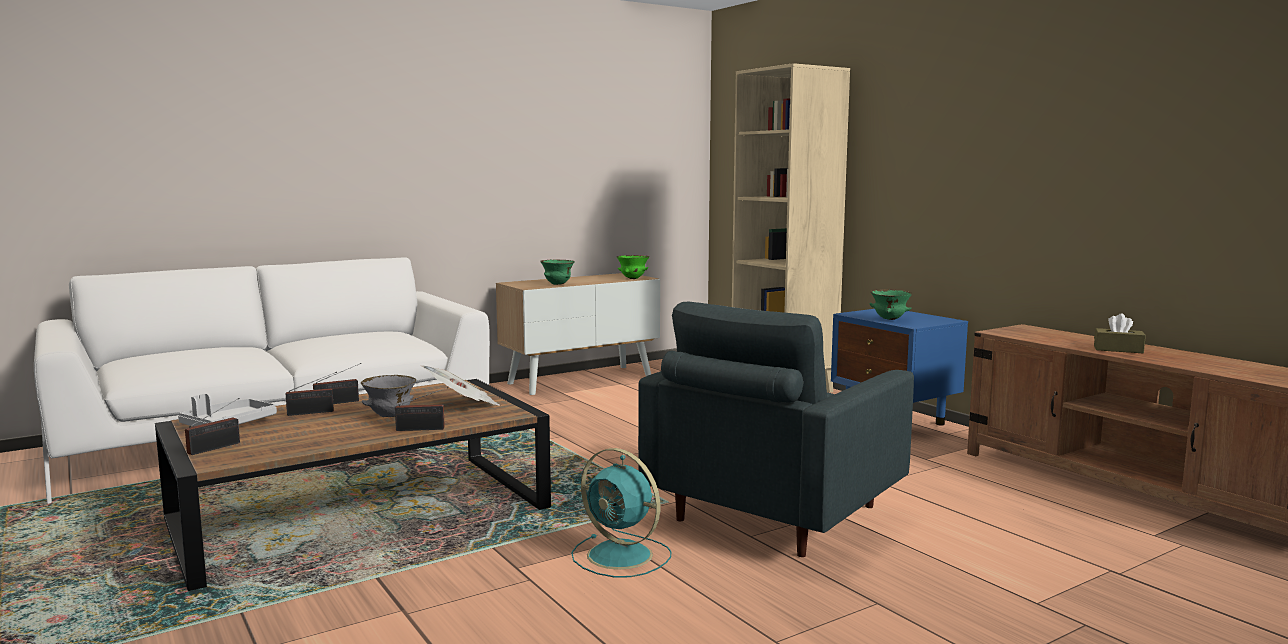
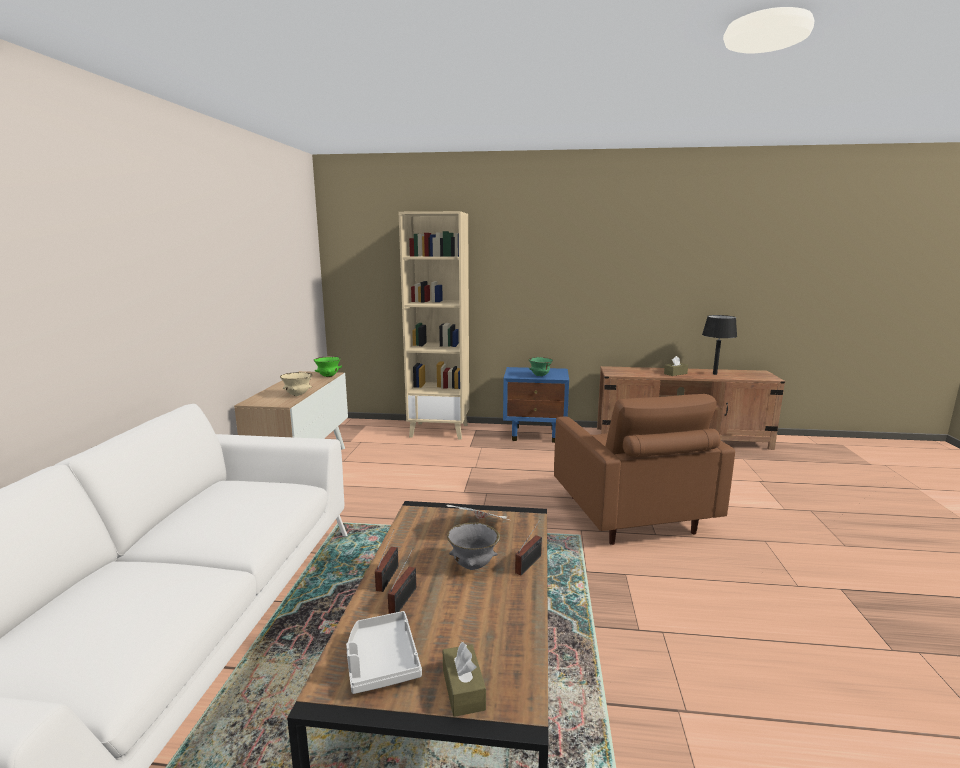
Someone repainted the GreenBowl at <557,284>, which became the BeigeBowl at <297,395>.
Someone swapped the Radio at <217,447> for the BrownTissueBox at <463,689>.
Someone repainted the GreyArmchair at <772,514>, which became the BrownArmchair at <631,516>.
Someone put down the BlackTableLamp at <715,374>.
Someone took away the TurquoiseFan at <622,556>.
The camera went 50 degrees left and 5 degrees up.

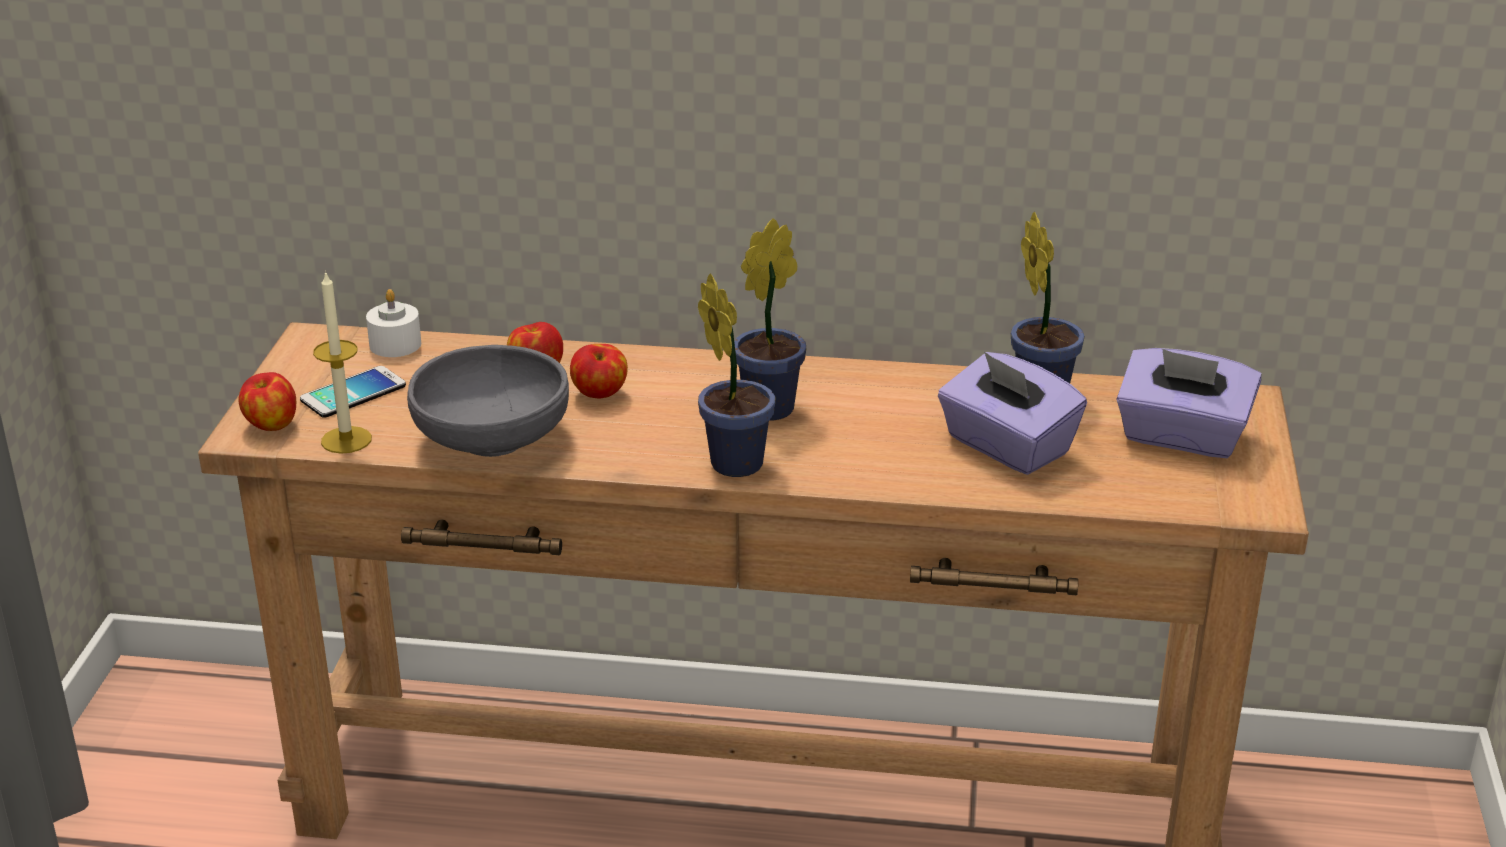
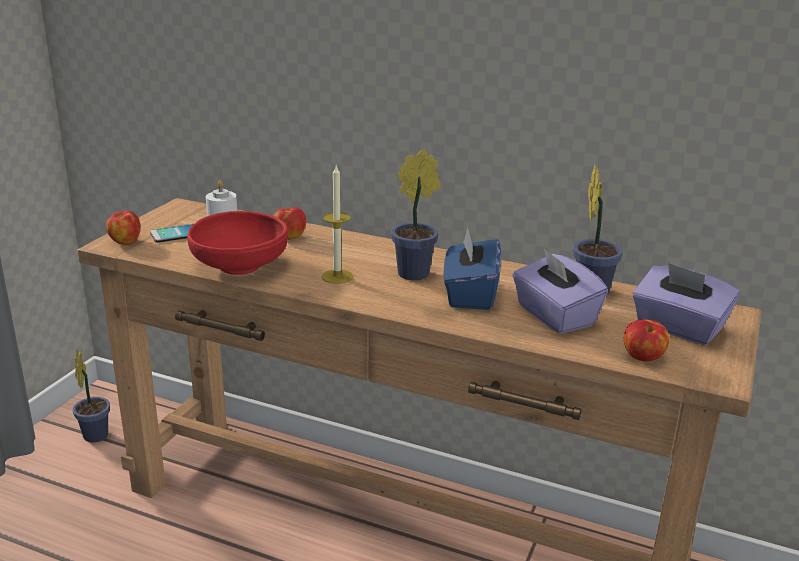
Someone carried the PottedPlant from <733,460> to <96,433>.
Someone repainted the GreyBowl at <492,438>, which became the RedBowl at <240,265>.
Someone carried the Candle from <346,440> to <337,276>.
Someone put down the BlueTissueBox at <470,294>.
Someone carried the Apple from <600,394> to <643,358>.
The camera went 15 degrees right and 5 degrees down.

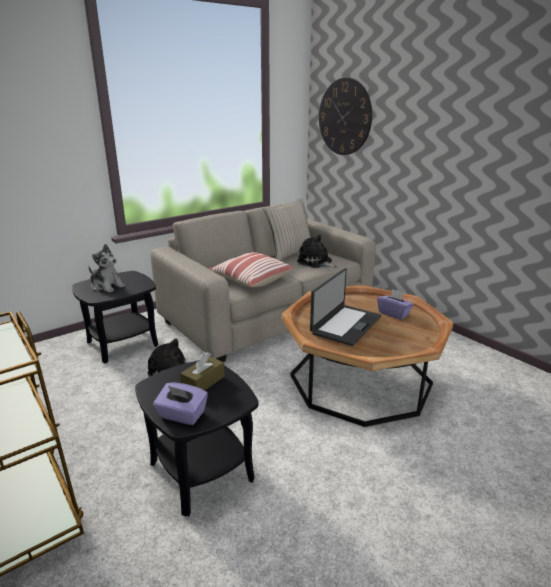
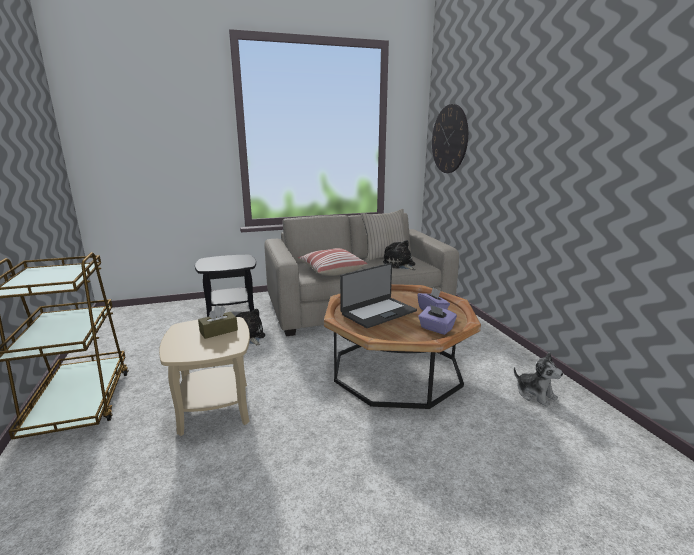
Someone repainted the BlackSideTable at <201,471>, which became the BeigeSideTable at <214,408>.
Someone carried the PurpleTissueBox from <182,415> to <436,329>.
Someone carried the PlushToy from <106,286> to <535,394>.
The camera went 20 degrees right and 5 degrees down.

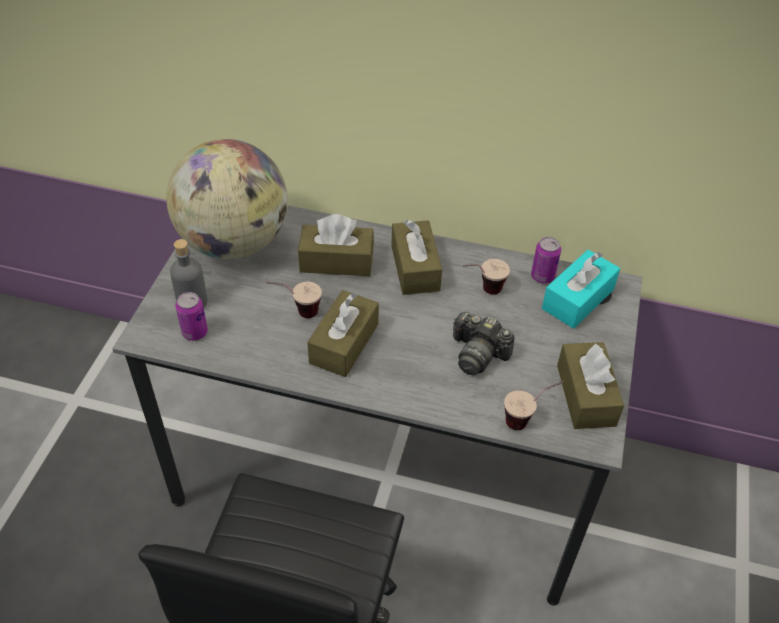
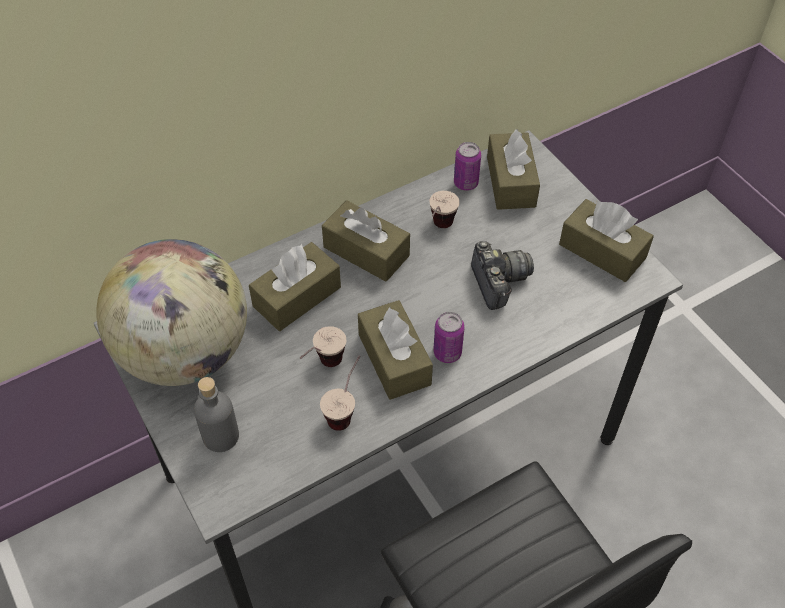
Someone carried the Cup from <528,419> to <346,410>.
Someone carried the Can from <195,332> to <447,353>.
Someone rotated the PhotoCamera at <478,354> by 90 degrees counterclockwise.
Someone repainted the TurquoiseTissueBox at <578,299>, which became the BrownTissueBox at <511,182>.
The camera went 45 degrees left and 5 degrees up.

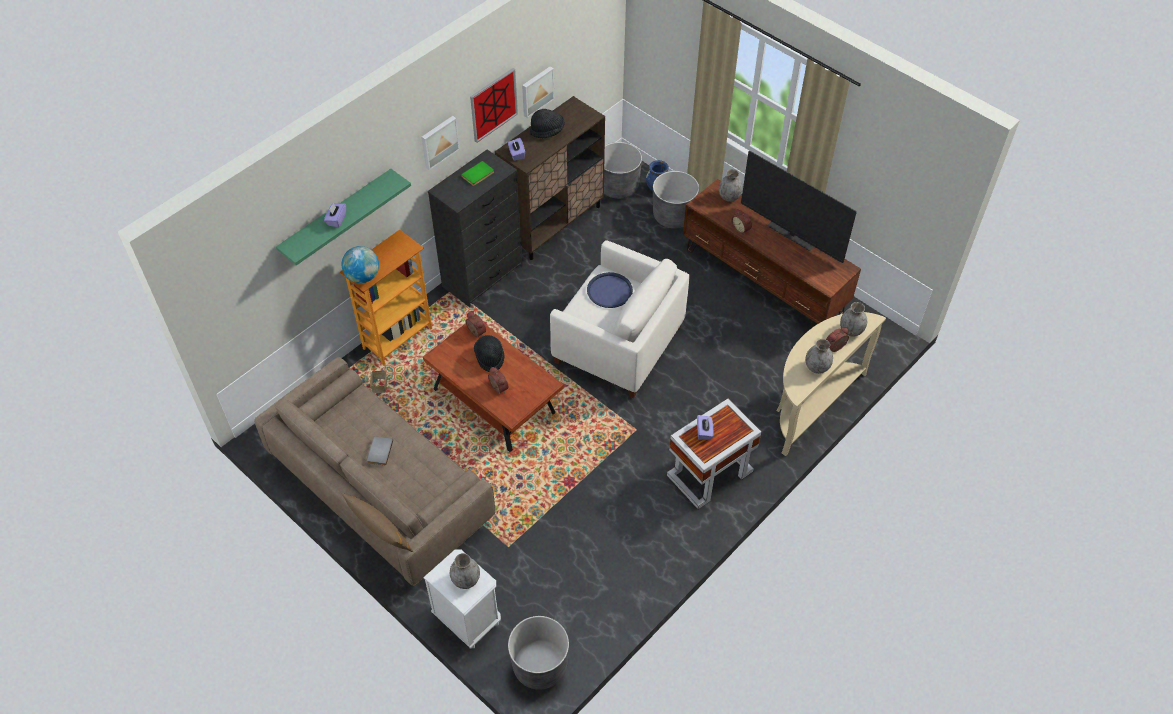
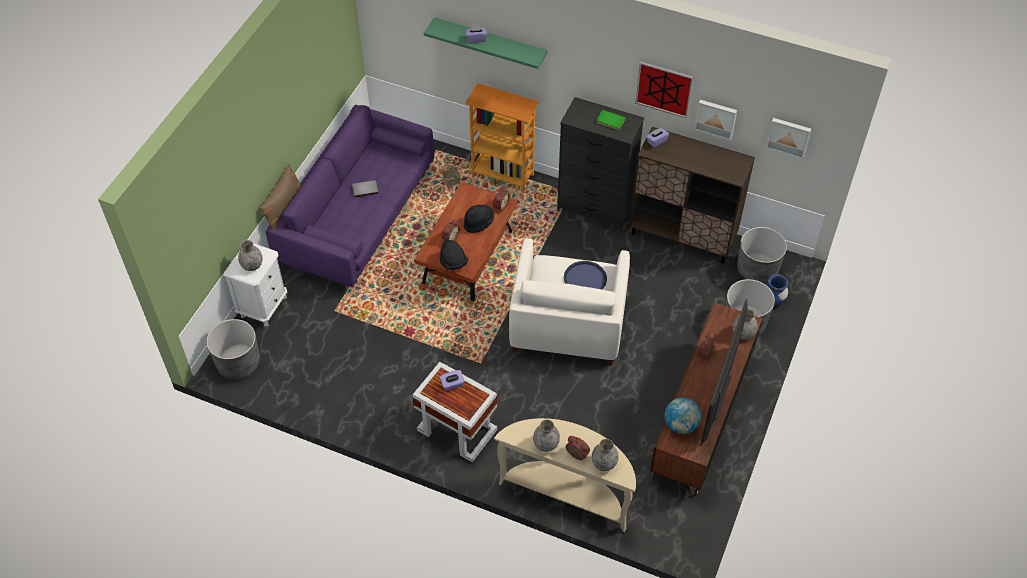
Someone repainted the BeigeSofa at <381,489>, which became the PurpleSofa at <357,216>.
Someone carried the BlackHat from <547,131> to <453,262>.
Someone carried the Globe from <363,276> to <680,425>.
Someone carried the Picture from <439,141> to <788,136>.
The camera went 70 degrees right and 0 degrees up.

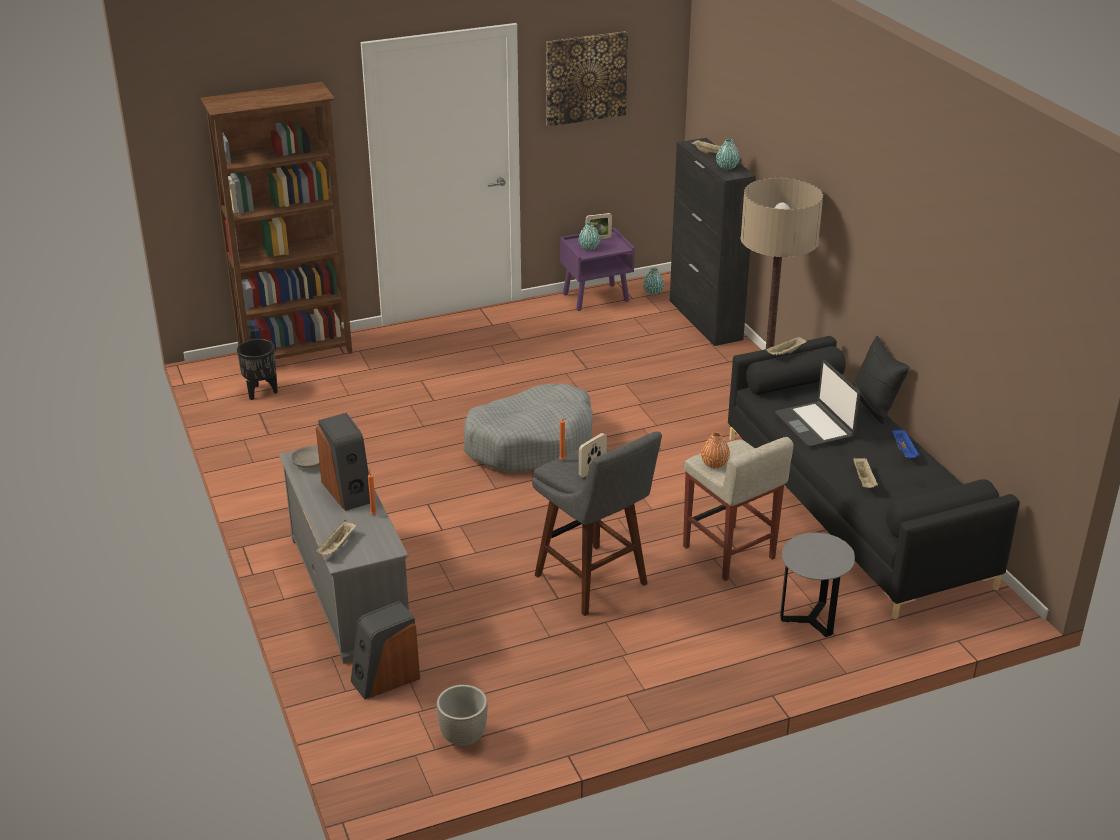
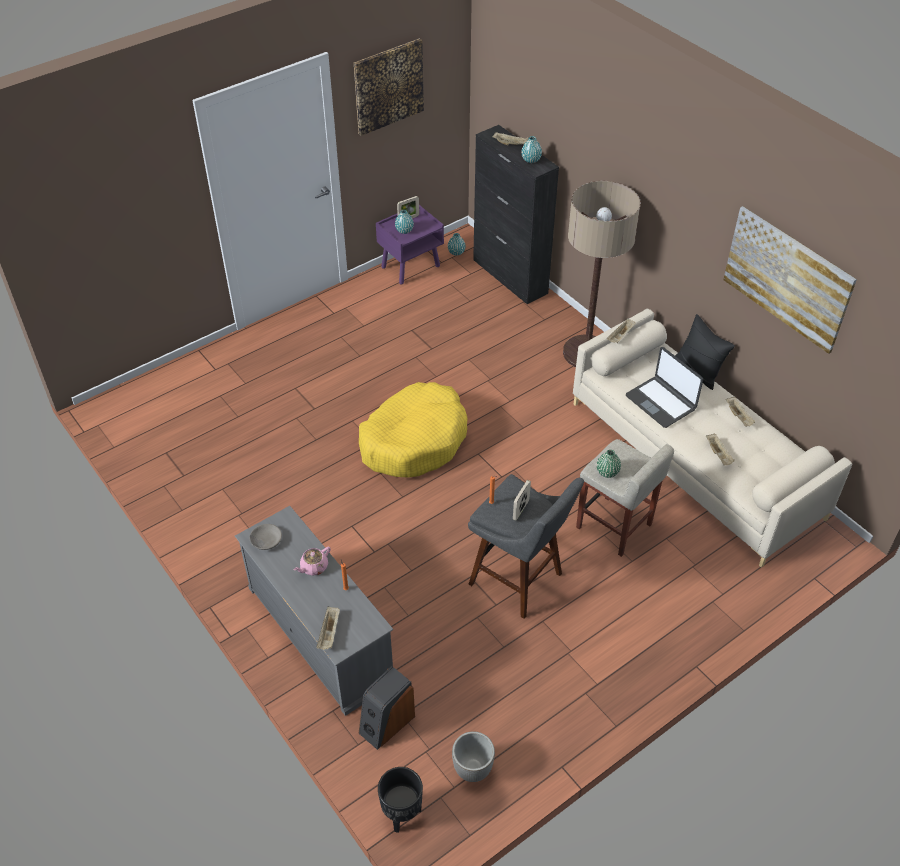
Someone swapped the Speaker at <348,491> for the PinkTeapot at <313,567>.
Someone repainted the GreyDogBed at <531,442>, which became the YellowDogBed at <414,440>.
Someone carried the BlackPlanter from <261,392> to <401,814>.
Someone repainted the BlackSofa at <855,509>, which became the BeigeSofa at <695,459>.
Someone repainted the OrangeVase at <714,464>, which became the GreenVase at <607,472>.
Someone put up the Picture at <787,278>.
Someone repainted the BlueTray at <904,451>, which became the BeigeTray at <739,416>.
Someone took away the BrownBookcase at <297,353>.
Someone took away the GreySideTable at <810,620>.
The camera went 15 degrees left and 15 degrees up.

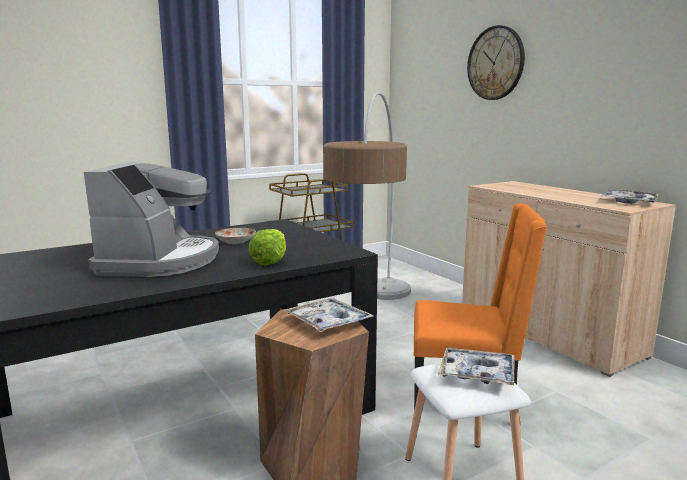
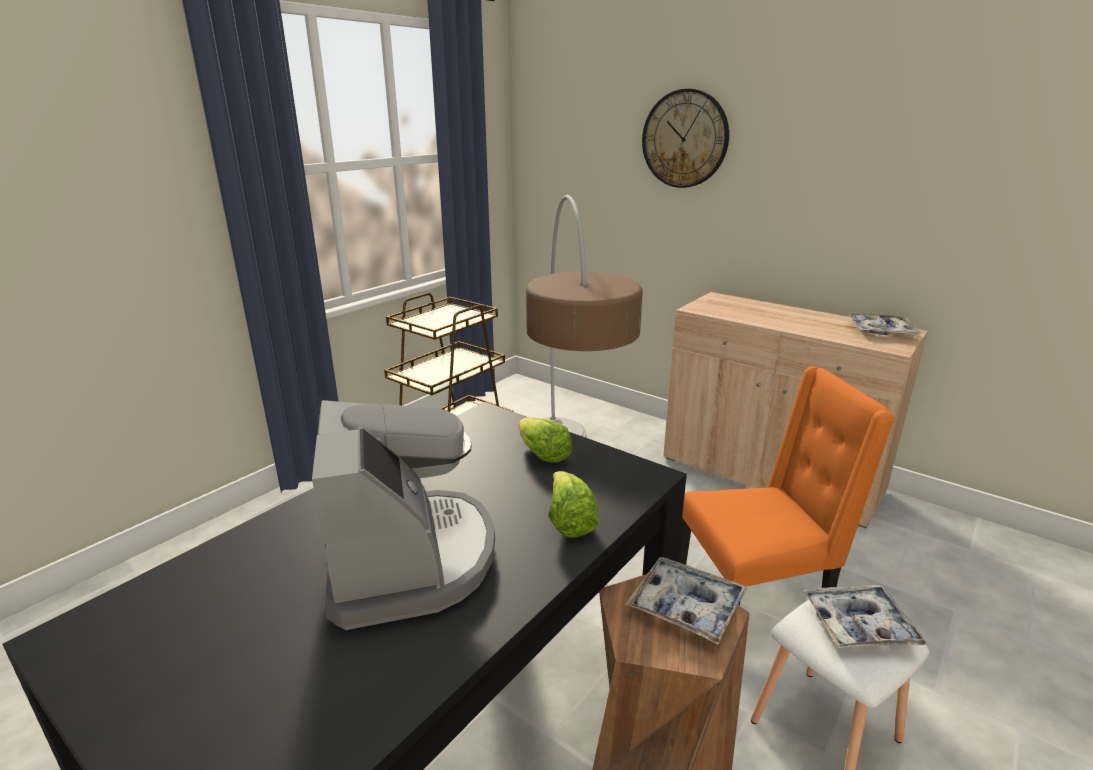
Someone put down the Lettuce at <542,454>.
Someone took away the Plate at <235,242>.
The camera went 20 degrees left and 10 degrees up.

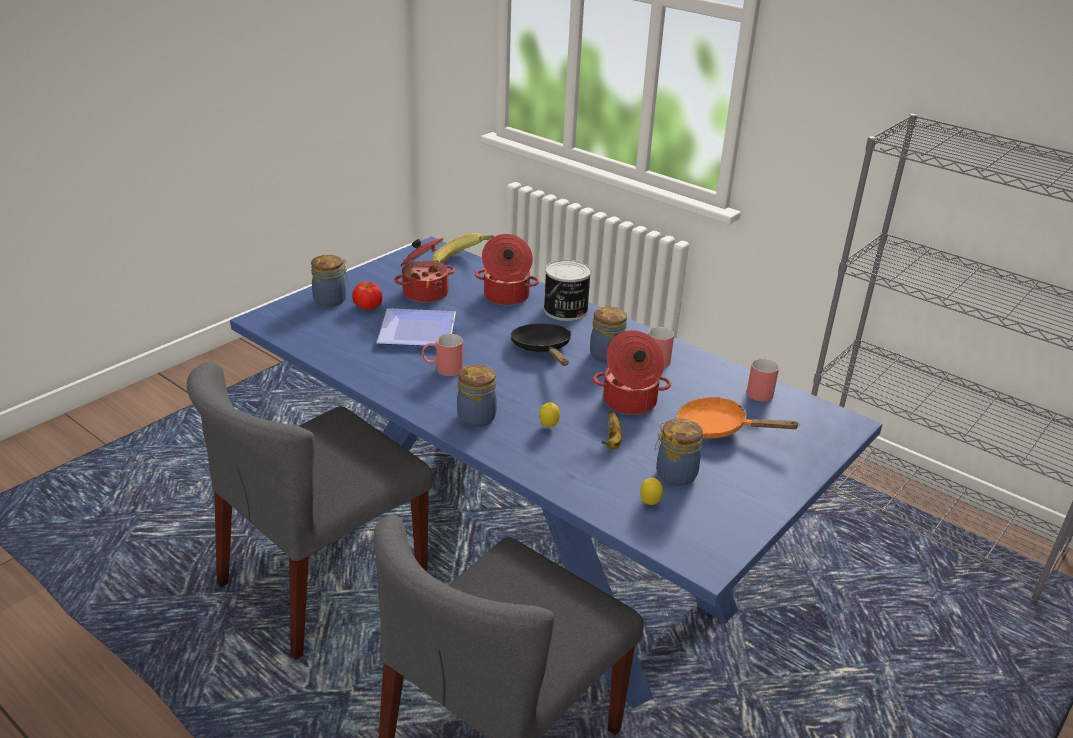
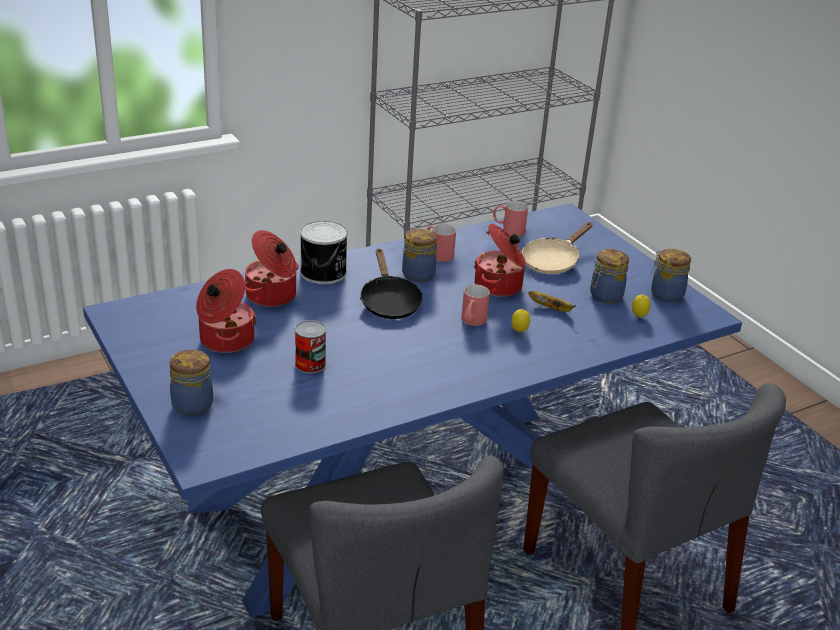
Someone swapped the Plate at <414,333> for the Can at <310,364>.
Someone rotated the BlackFryingPan at <543,349> by 105 degrees counterclockwise.
Someone carried the RedMug from <442,369> to <471,322>.
Someone repainted the OrangeFryingPan at <718,428>, which became the BeigeFryingPan at <553,261>.
Someone carried the Jar from <477,416> to <665,294>.
Someone took away the Tomato at <367,307>.
Someone took away the Banana at <463,262>.
The camera went 70 degrees left and 0 degrees up.

